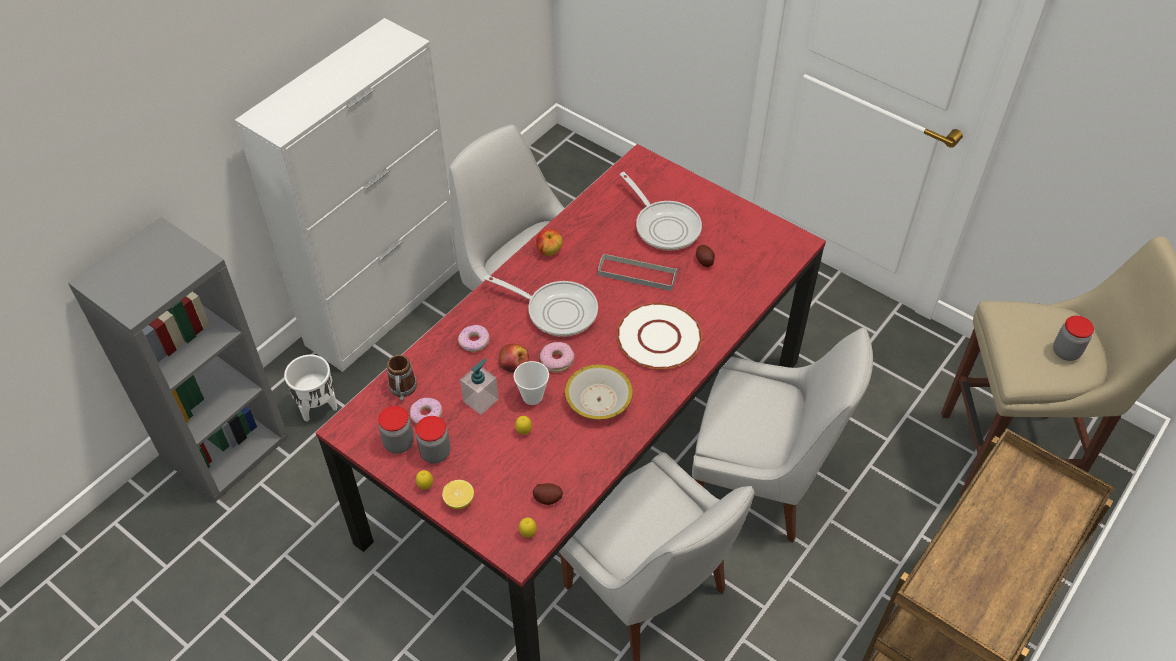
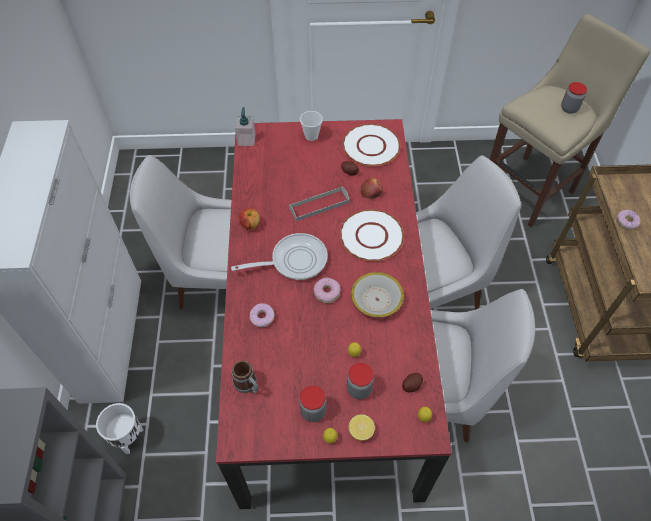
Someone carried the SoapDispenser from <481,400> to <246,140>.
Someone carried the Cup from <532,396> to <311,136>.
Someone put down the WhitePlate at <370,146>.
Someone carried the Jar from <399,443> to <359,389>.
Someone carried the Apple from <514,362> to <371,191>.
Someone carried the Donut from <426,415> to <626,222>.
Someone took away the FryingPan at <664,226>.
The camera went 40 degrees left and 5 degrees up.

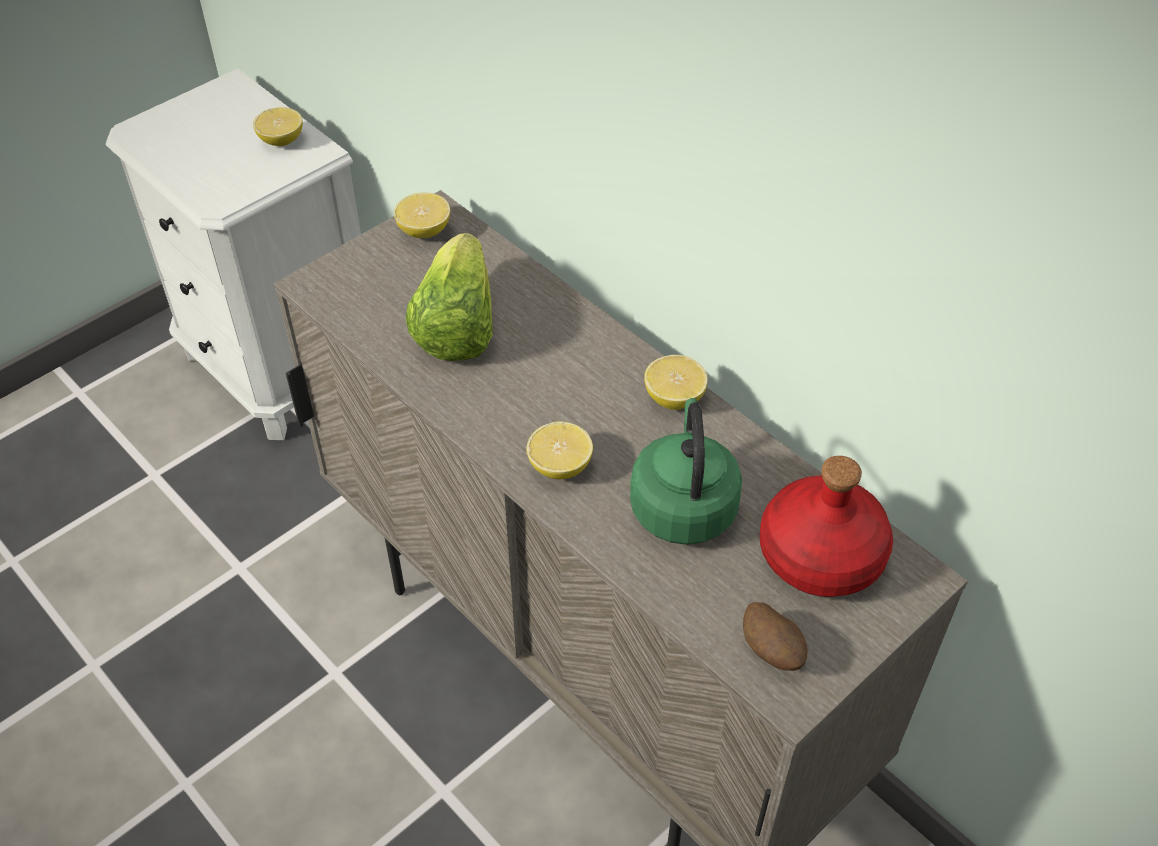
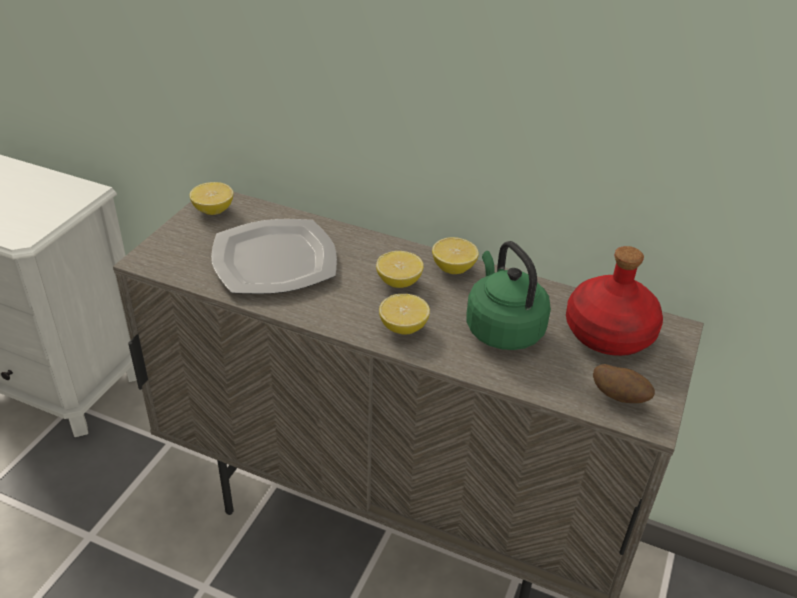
Someone swapped the Lettuce at <457,326> for the Plate at <274,261>.
Someone carried the Lemon from <281,140> to <399,282>.
The camera went 25 degrees left and 10 degrees down.

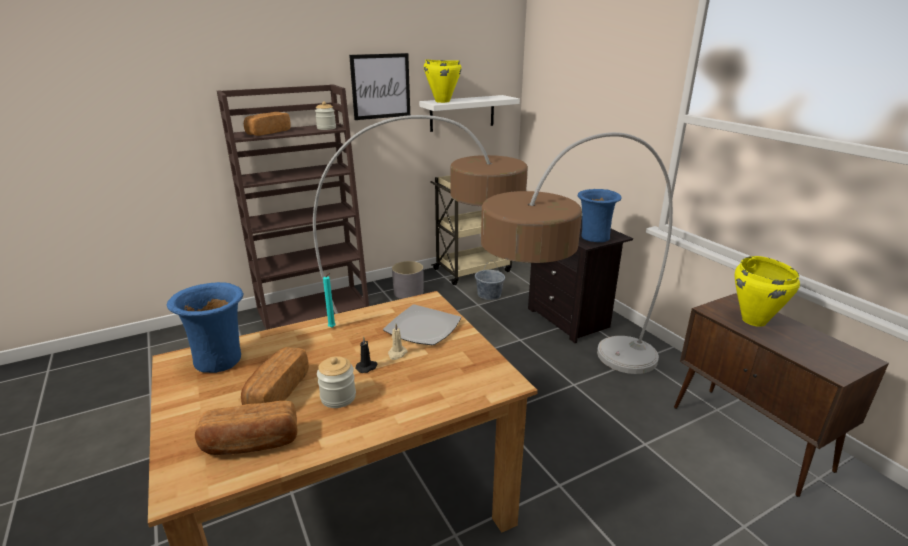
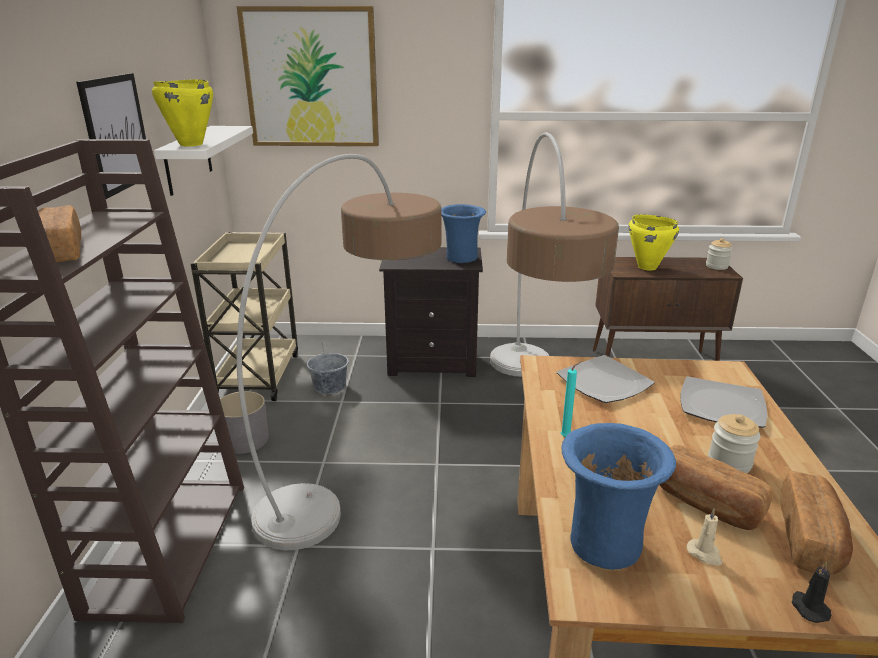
Someone put up the Picture at <311,78>.
Someone put down the Plate at <722,406>.
Someone carried the BeigeCandle from <397,354> to <705,554>.
Someone carried the Jar from <326,128> to <716,266>.
Someone carried the BlackCandle from <367,367> to <808,608>.
The camera went 60 degrees left and 0 degrees up.

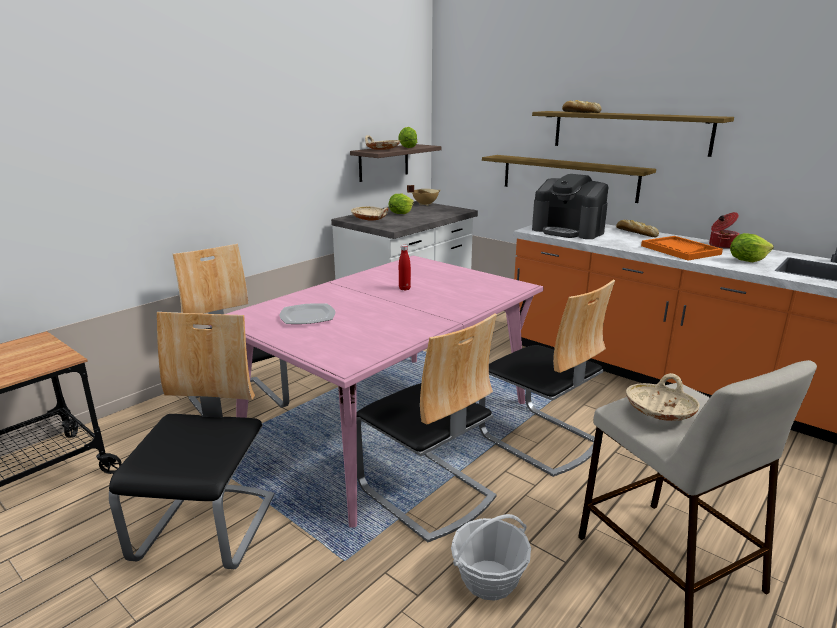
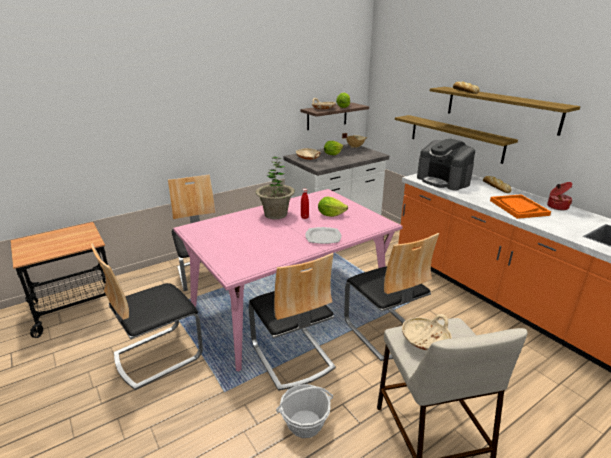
Someone rotated the Chair at <208,528> by 150 degrees counterclockwise.
Someone put down the PottedPlant at <276,214>.
Someone carried the Plate from <308,316> to <323,237>.
Someone carried the Lettuce from <747,260> to <330,215>.
The camera went 15 degrees right and 5 degrees up.

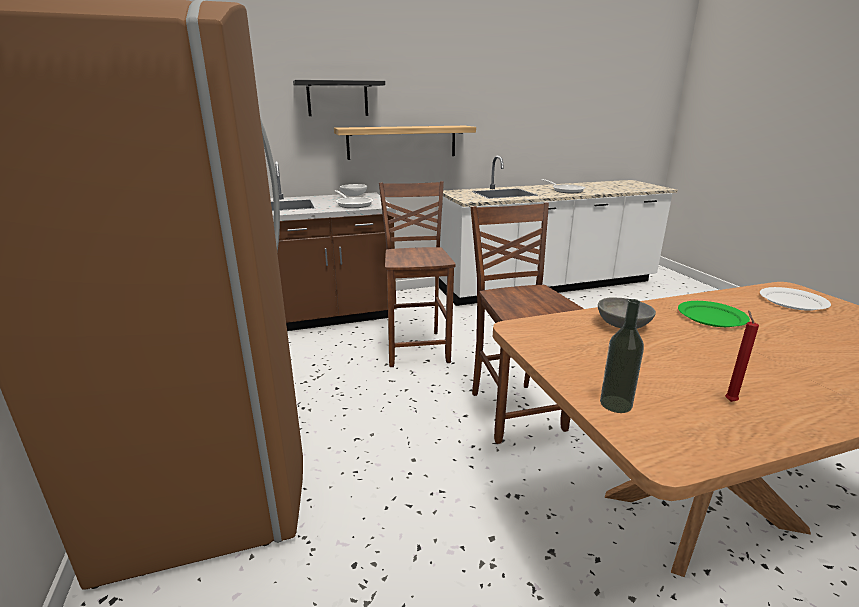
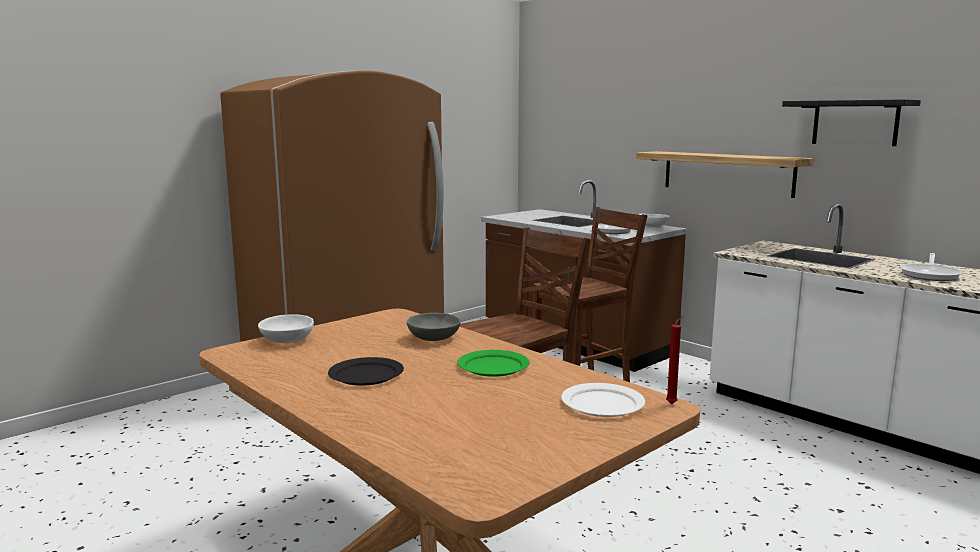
Someone swapped the Bottle at <615,404> for the WhiteBowl at <286,341>.
Someone put down the BlackPlate at <366,375>.
Someone carried the RedCandle from <729,400> to <673,403>.
Someone carried the BlackShelf from <337,98> to <855,123>.
The camera went 65 degrees right and 10 degrees down.

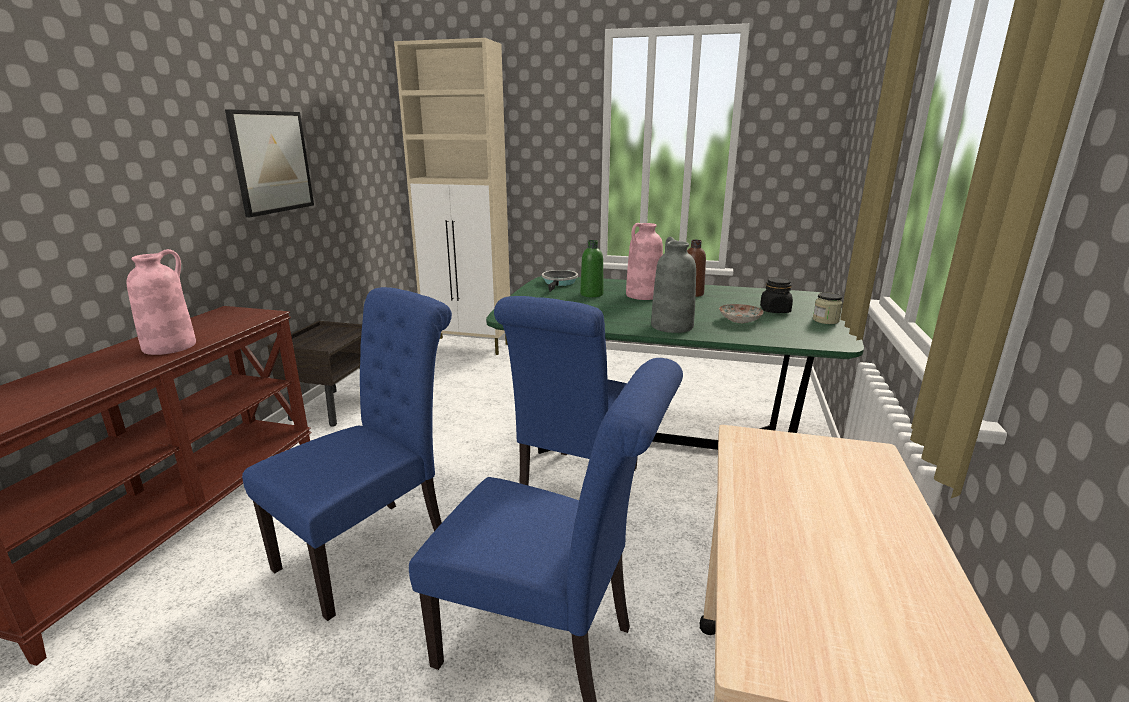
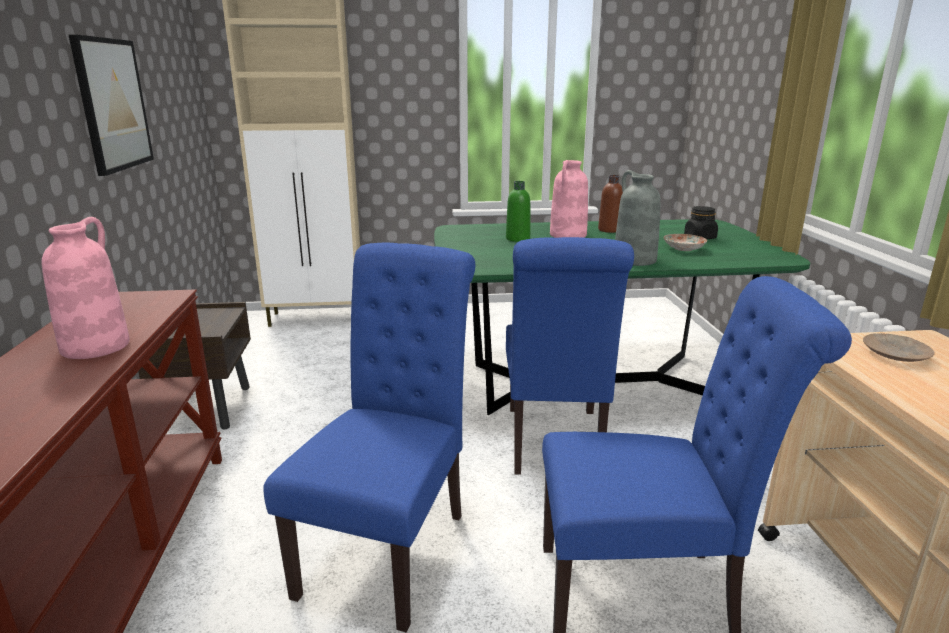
Someone put down the BeigePlate at <895,354>.
Someone took away the FryingPan at <559,283>.
Someone took away the Jar at <825,320>.
The camera went 20 degrees left and 0 degrees up.

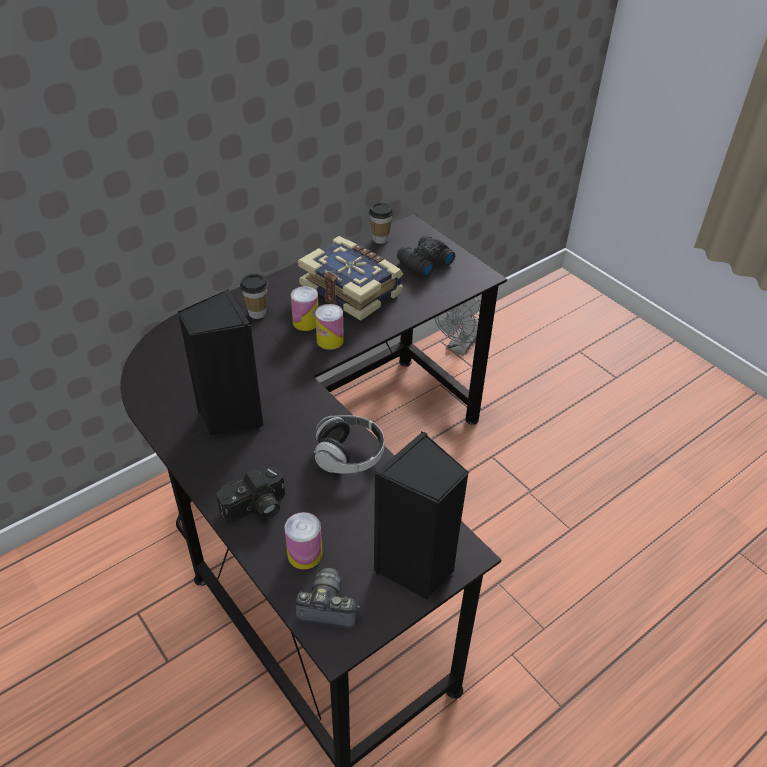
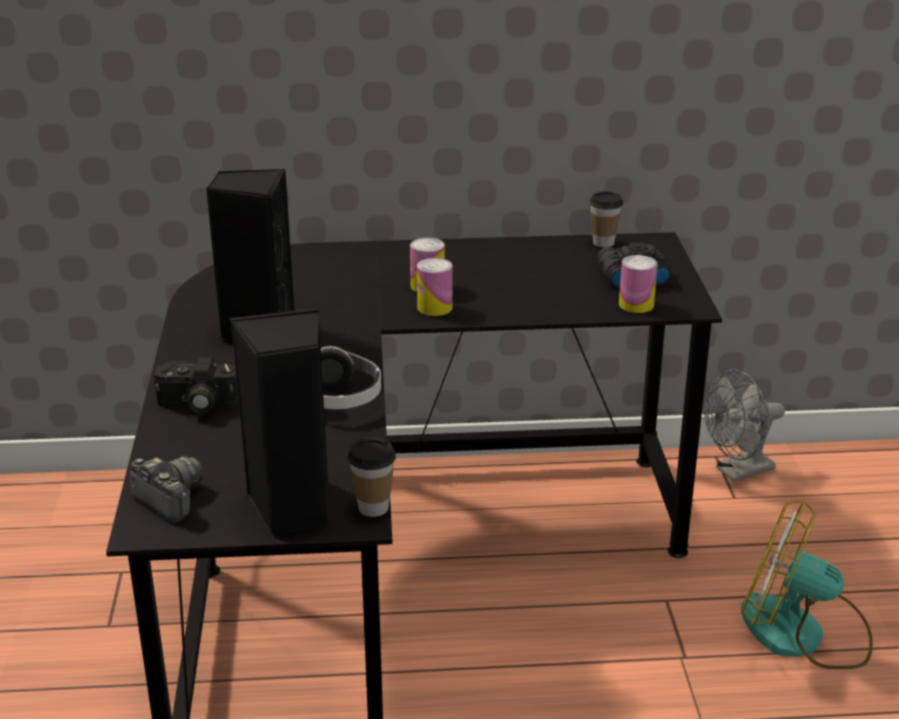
Someone carried the Cup from <257,313> to <373,508>.
Someone carried the Can from <305,554> to <636,305>.
Someone put down the Fan at <802,633>.
Someone took away the Book at <352,289>.
The camera went 35 degrees right and 15 degrees down.

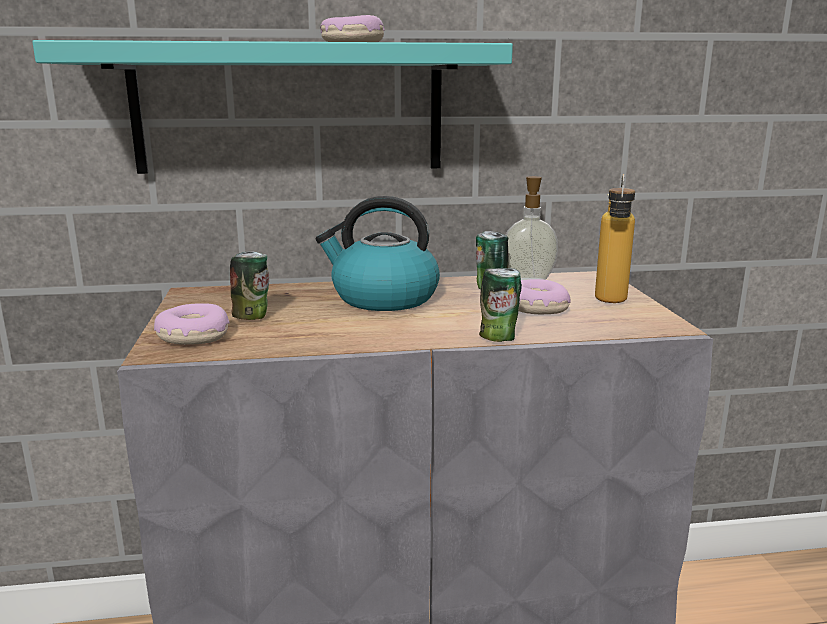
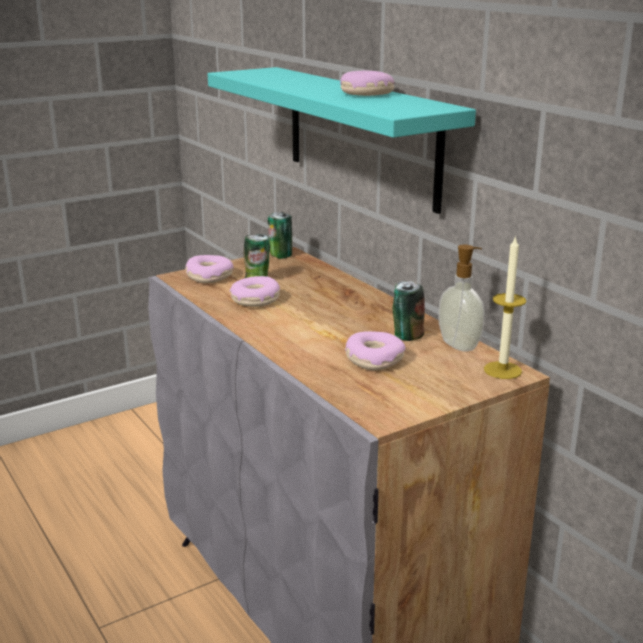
Someone put down the Donut at <255,300>.
Someone carried the Can from <498,338> to <280,255>.
Someone put down the Candle at <502,370>.
Someone took away the Kettle at <383,298>.
Someone took away the Bottle at <610,303>.
The camera went 65 degrees right and 5 degrees up.

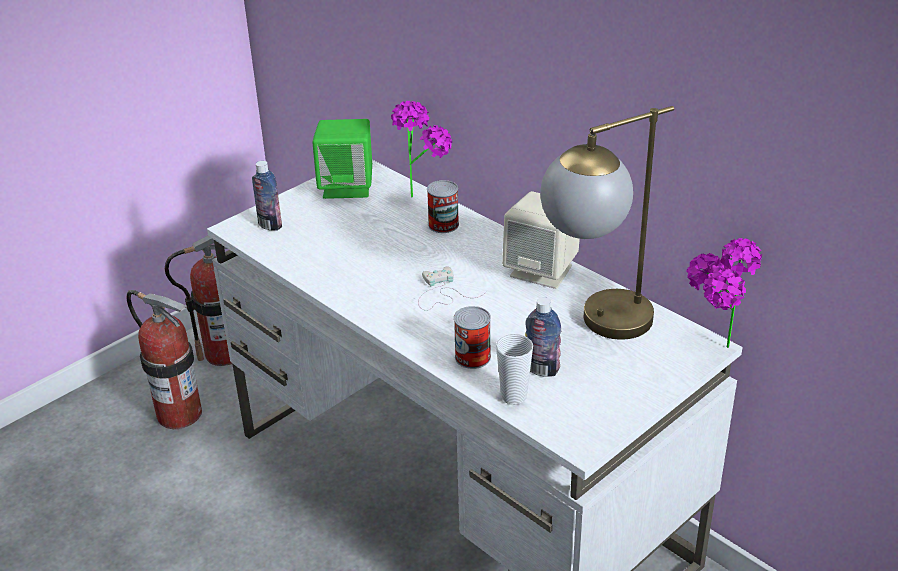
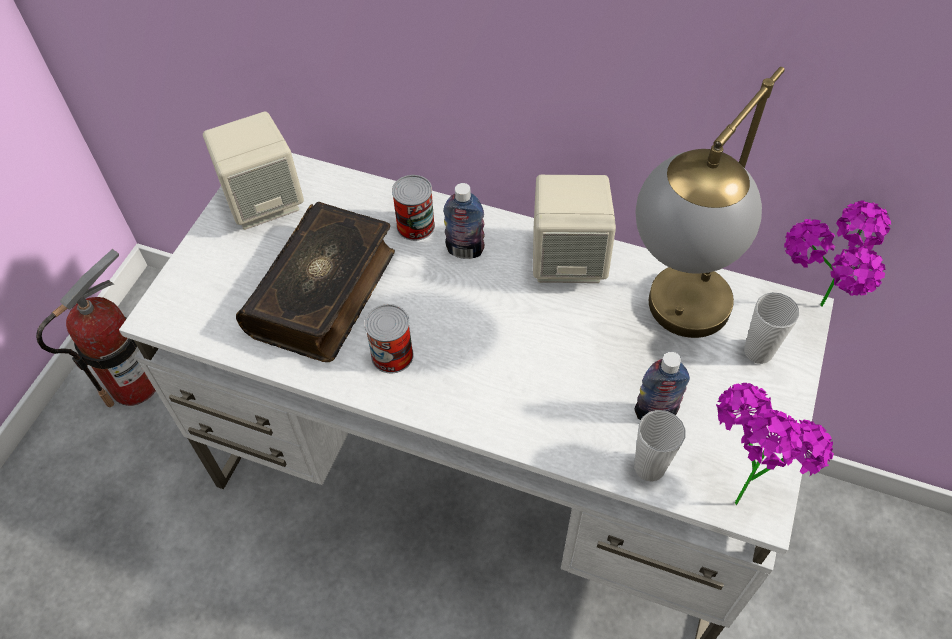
Someone repainted the GreenSpeaker at <347,187>, which became the BeigeSpeaker at <264,202>.
Someone put down the Book at <324,293>.
Someone carried the Can from <472,357> to <392,355>.
Someone carried the Bottle from <270,225> to <465,250>.
Someone carried the PottedPlant from <421,192> to <740,485>.
Someone put down the Cup at <758,352>.
Someone took away the FireExtinguisher at <179,414>.
Someone took away the WhiteGameController at <441,293>.
The camera went 25 degrees left and 20 degrees up.

